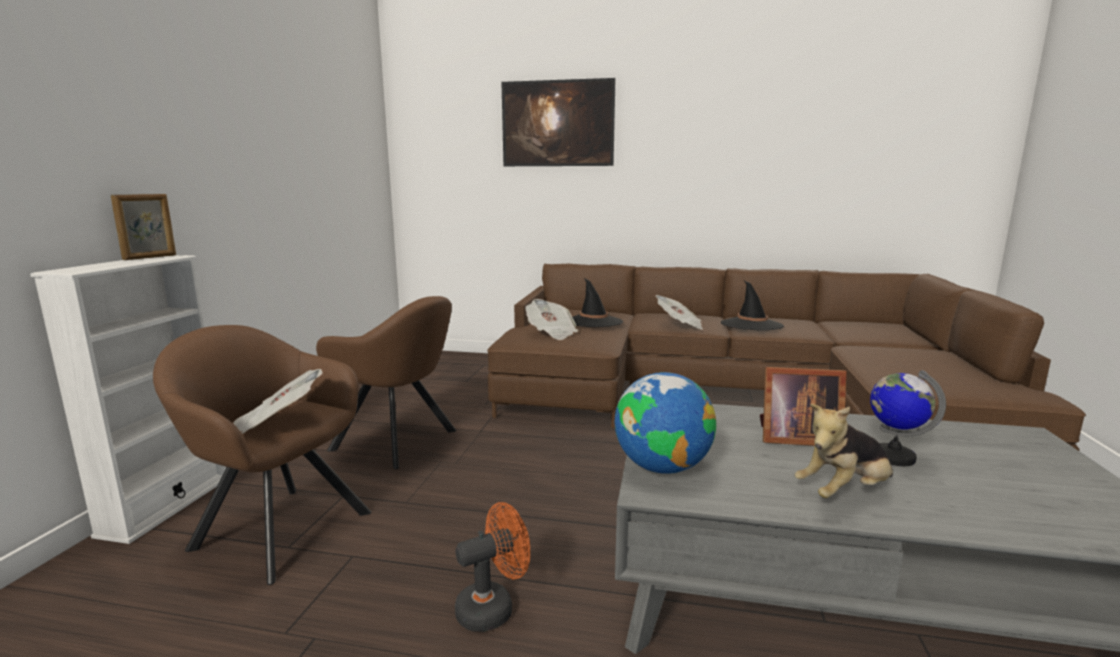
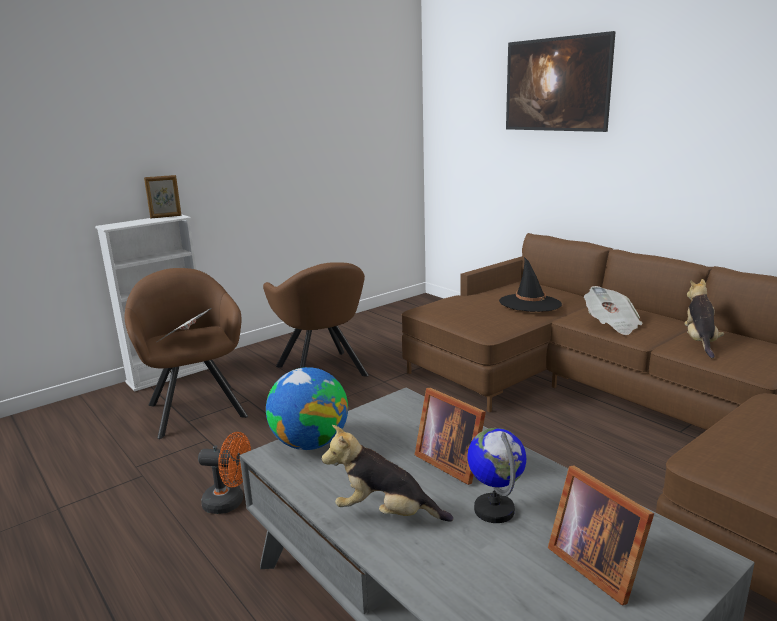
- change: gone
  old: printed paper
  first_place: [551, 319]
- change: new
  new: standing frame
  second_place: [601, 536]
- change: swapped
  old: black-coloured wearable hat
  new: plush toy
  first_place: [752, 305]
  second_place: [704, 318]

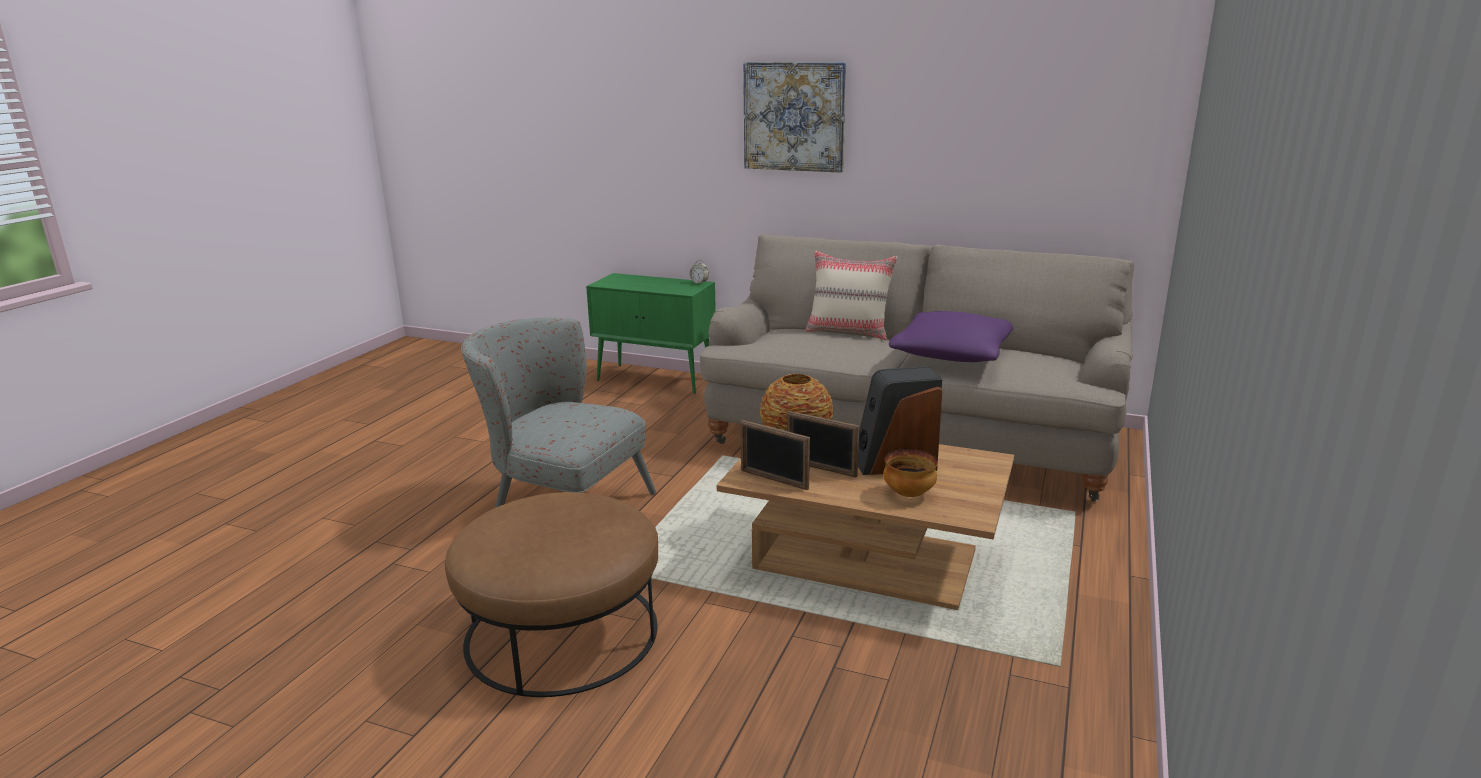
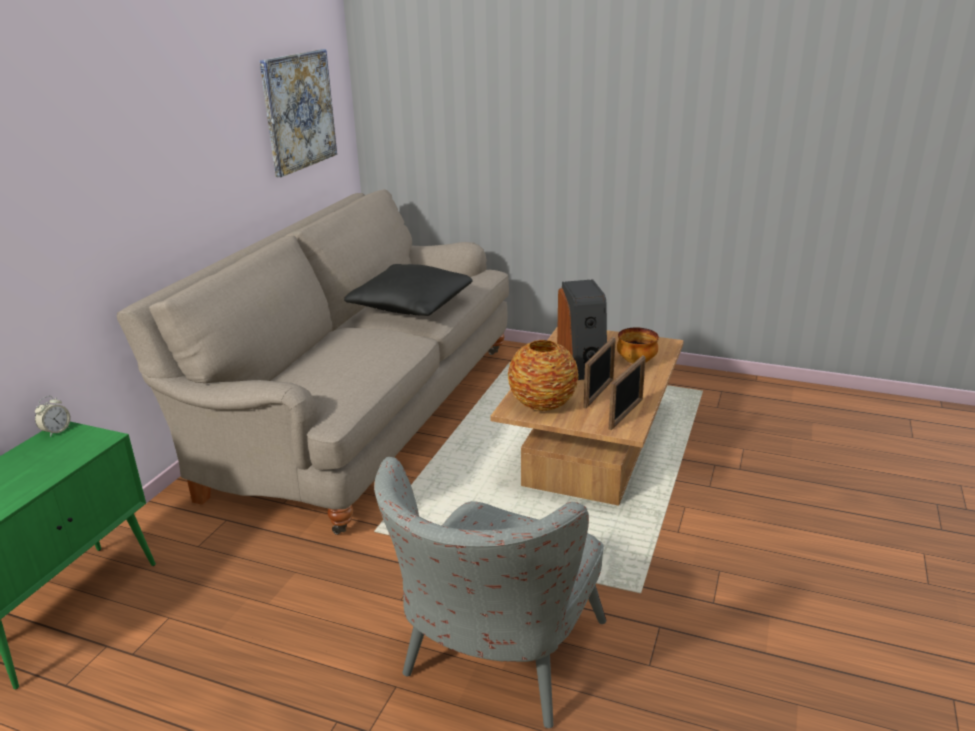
- change: gone
  old: brownish pouffe
  first_place: [551, 594]
- change: gone
  old: sand-coloured throw pillow
  first_place: [851, 295]
- change: shifted
  old: wall picture
  first_place: [794, 117]
  second_place: [298, 113]
- change: repainted
  old: purple throw pillow
  new: black-coloured throw pillow
  first_place: [951, 336]
  second_place: [408, 290]

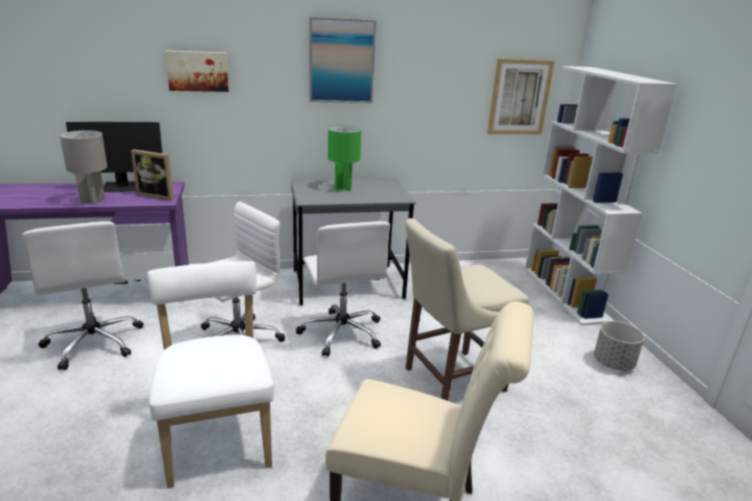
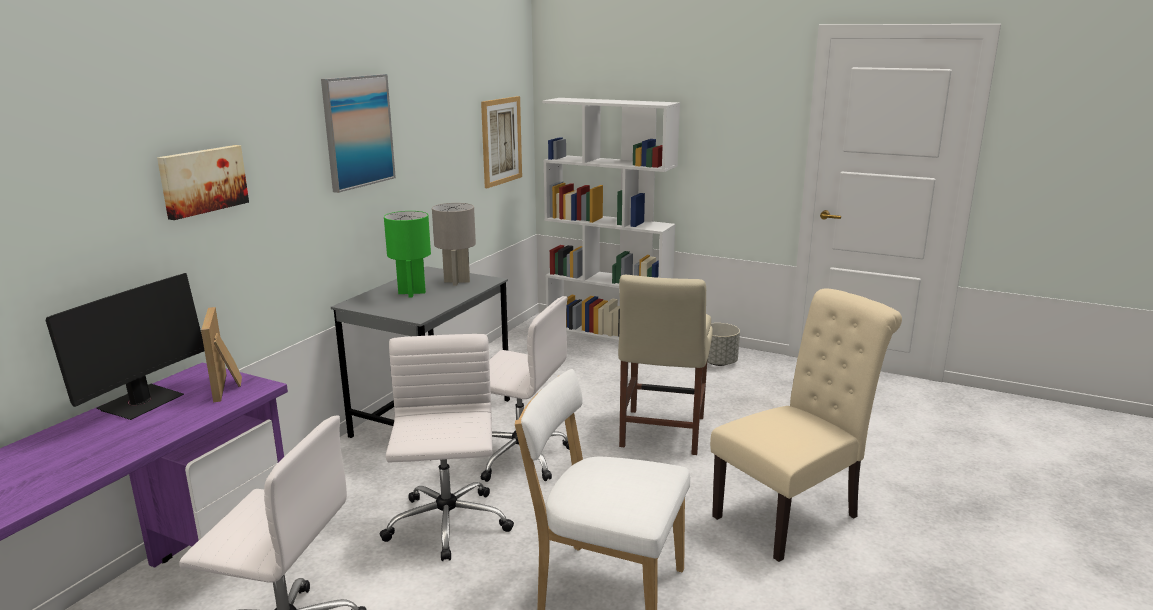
- change: shifted
  old: grey table lamp
  first_place: [83, 167]
  second_place: [454, 244]
- change: rotated
  old: standing frame
  first_place: [152, 175]
  second_place: [221, 354]
  degrees: 105

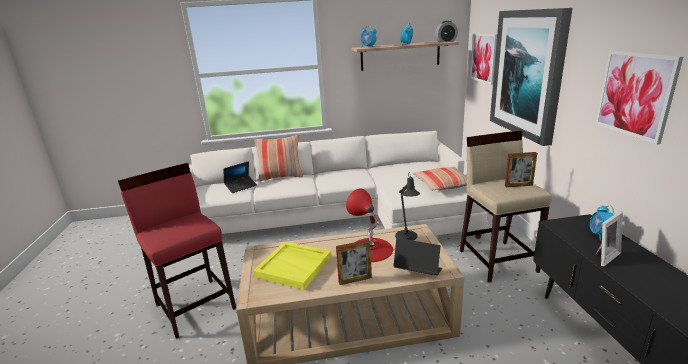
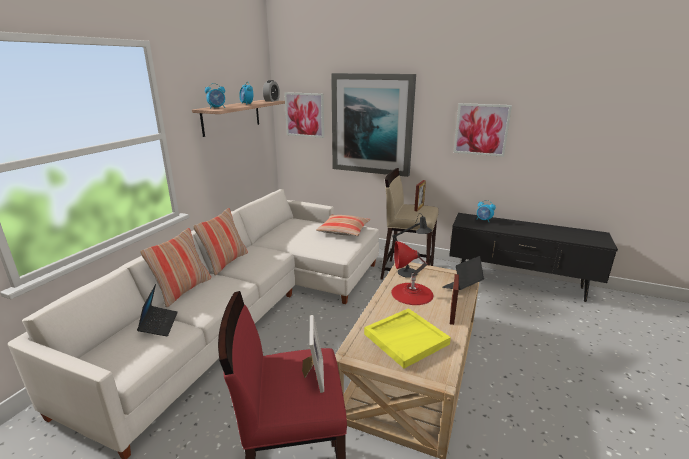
- change: new
  new: throw pillow
  second_place: [220, 241]
- change: shifted
  old: standing frame
  first_place: [609, 238]
  second_place: [313, 354]

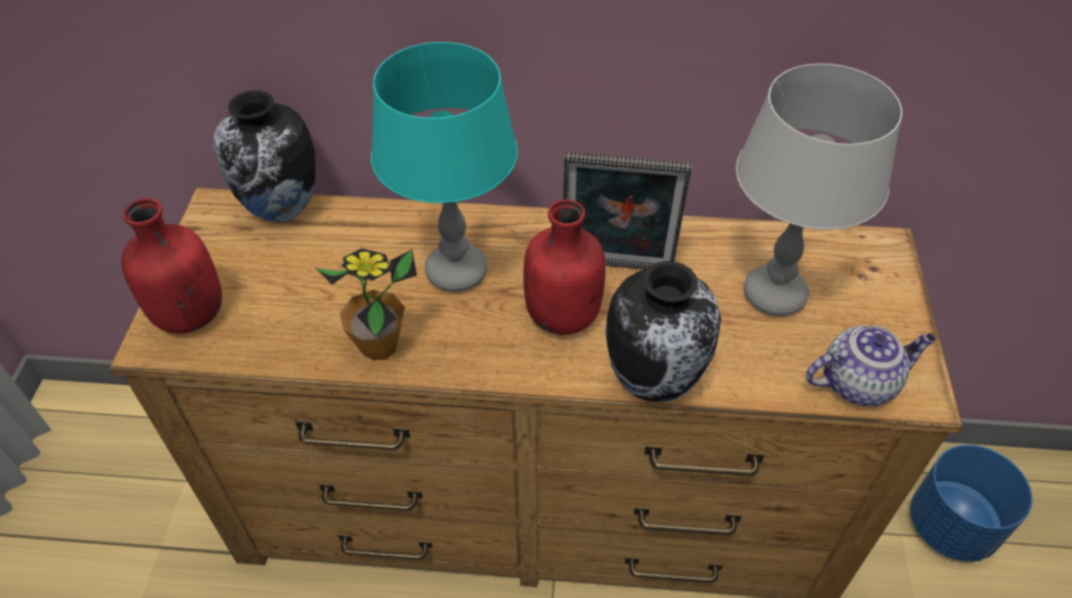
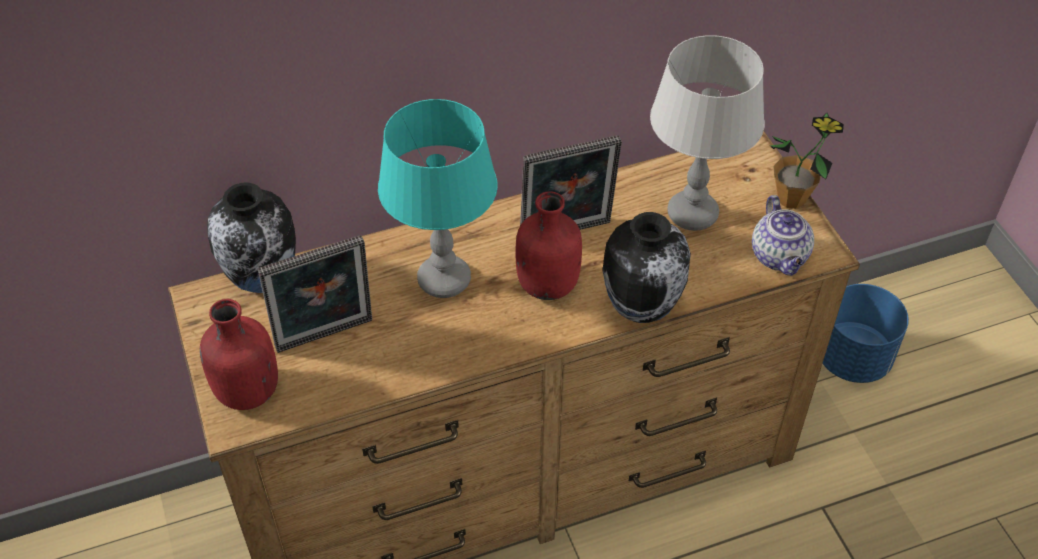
- change: new
  new: standing frame
  second_place: [315, 294]
- change: shifted
  old: houseplant
  first_place: [365, 304]
  second_place: [807, 161]
- change: rotated
  old: tea pot
  first_place: [871, 365]
  second_place: [783, 235]
  degrees: 120

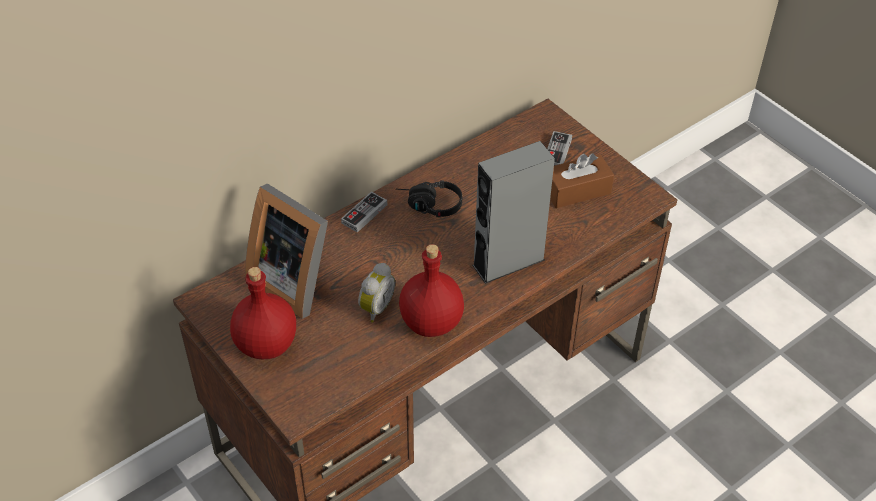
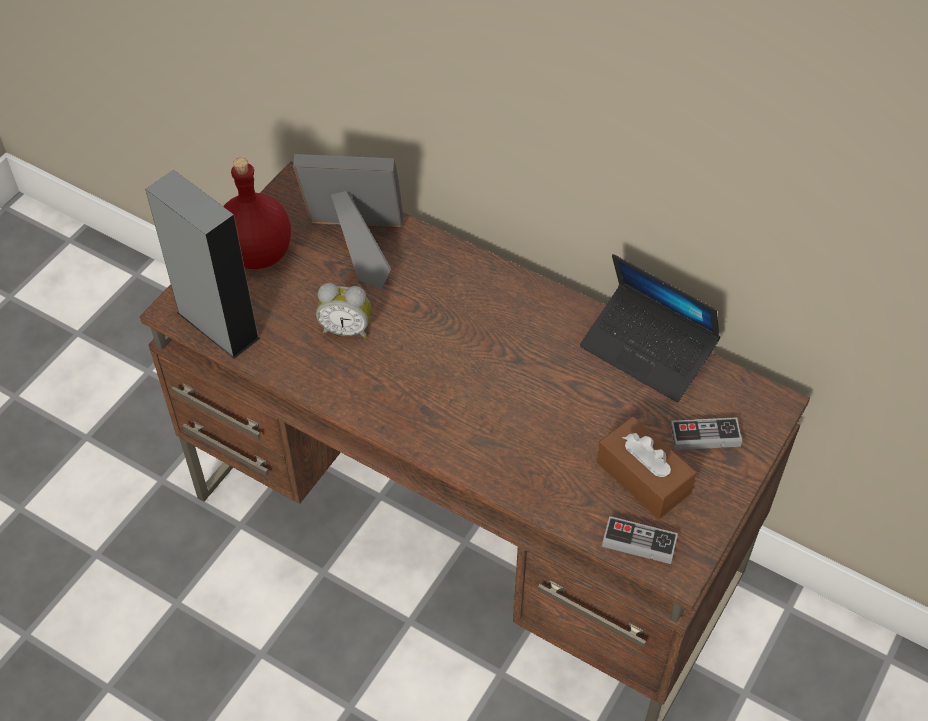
- change: gone
  old: black-coloured pair of headphones
  first_place: [429, 198]
- change: gone
  old: red-coloured beverage bottle
  first_place: [431, 290]
- change: new
  new: laptop
  second_place: [650, 328]
- change: shifted
  old: joypad
  first_place: [364, 212]
  second_place: [640, 540]
- change: shifted
  old: grey speaker
  first_place: [513, 212]
  second_place: [202, 264]
- change: rotated
  old: standing frame
  first_place: [286, 251]
  second_place: [348, 222]
  degrees: 75

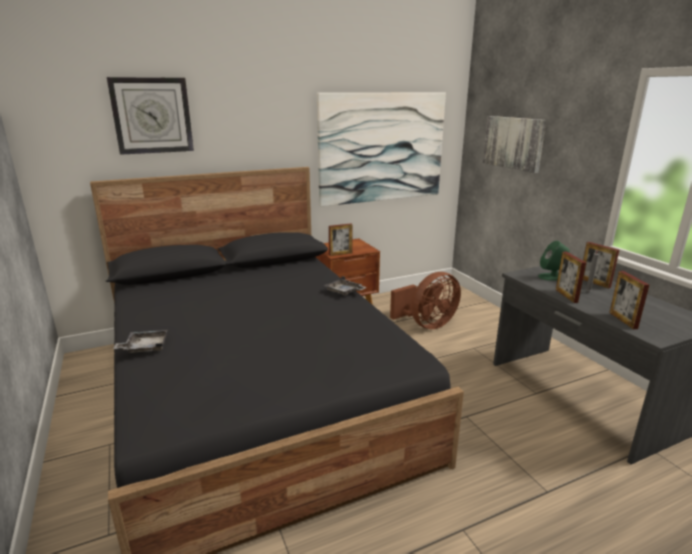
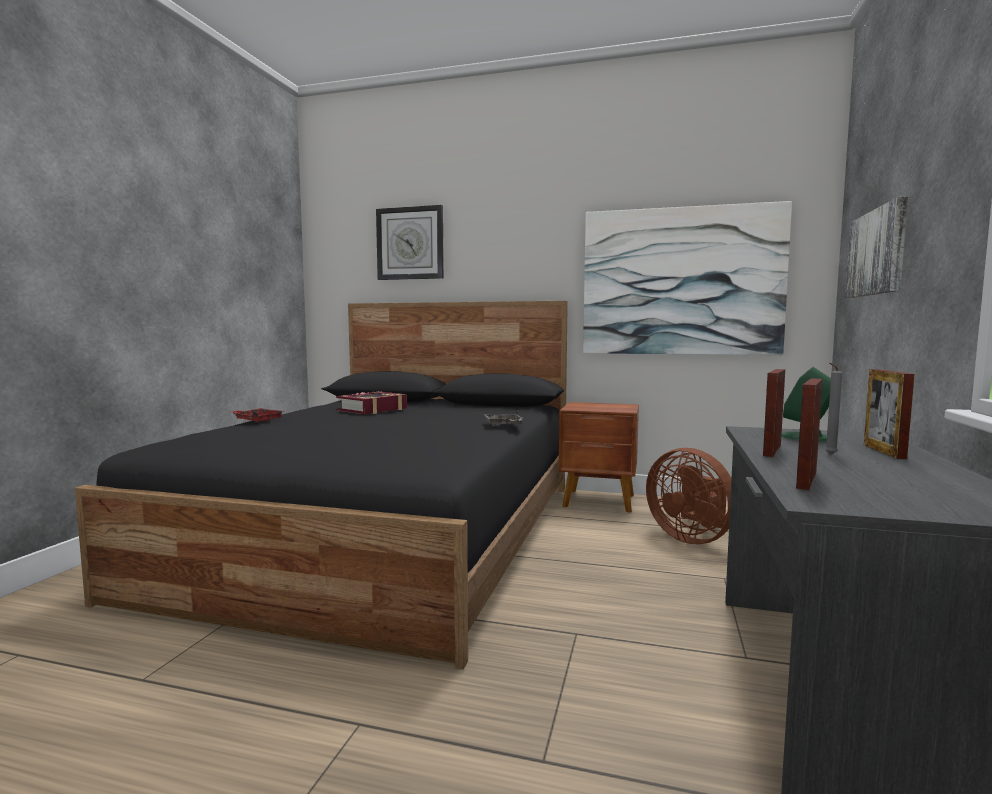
- change: gone
  old: standing frame
  first_place: [341, 240]
- change: new
  new: book
  second_place: [371, 402]
- change: repainted
  old: grey tray
  new: red-coloured tray
  first_place: [140, 341]
  second_place: [258, 415]
- change: rotated
  old: brownish cooling fan
  first_place: [425, 300]
  second_place: [689, 496]
  degrees: 45

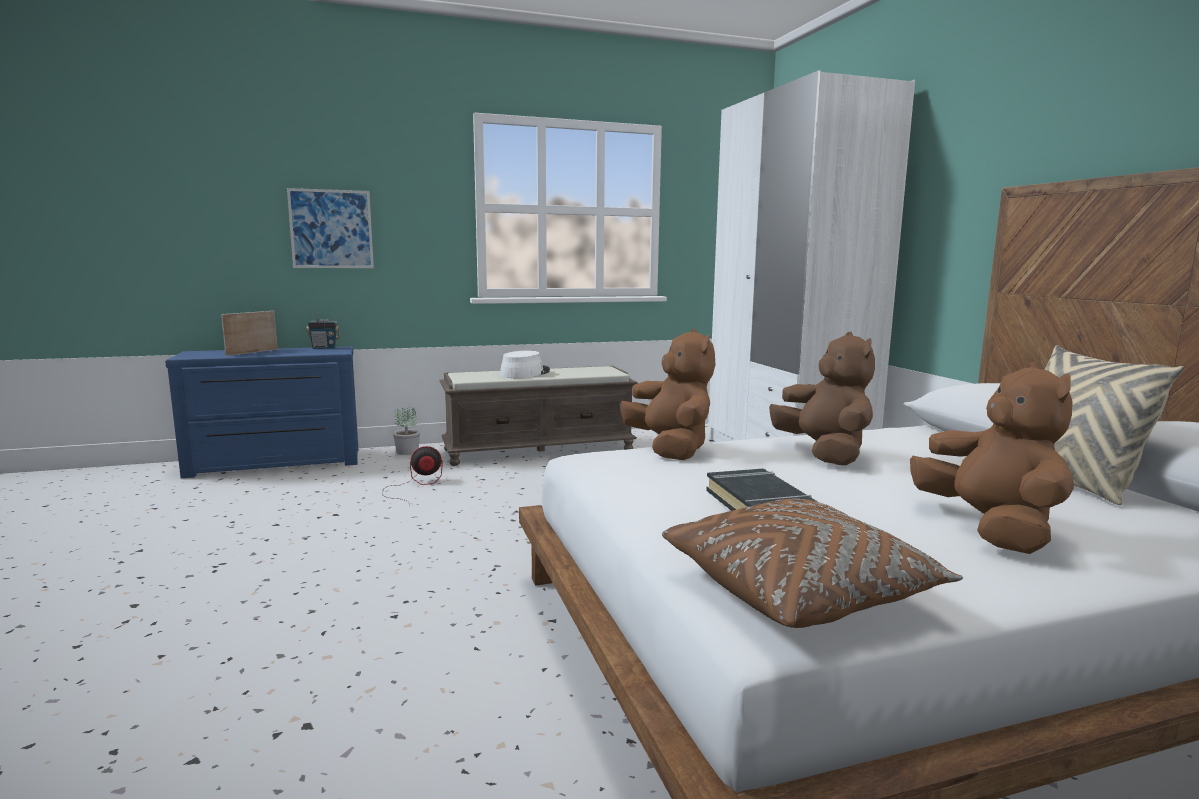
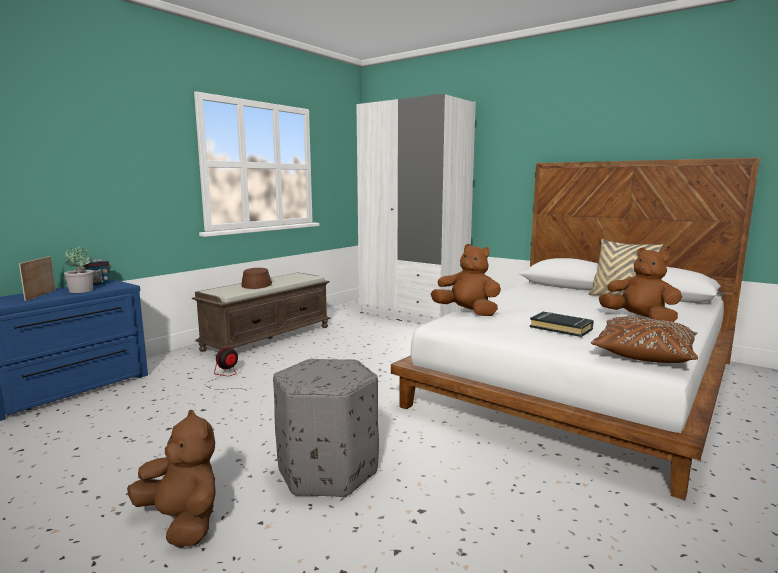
- change: gone
  old: wall picture
  first_place: [330, 228]
- change: new
  new: grey pouffe
  second_place: [326, 428]
- change: shifted
  old: houseplant
  first_place: [406, 431]
  second_place: [78, 270]
- change: shifted
  old: brownish plush toy
  first_place: [822, 398]
  second_place: [171, 478]
- change: repainted
  old: whitish wearable hat
  new: brownish wearable hat
  first_place: [525, 364]
  second_place: [256, 278]

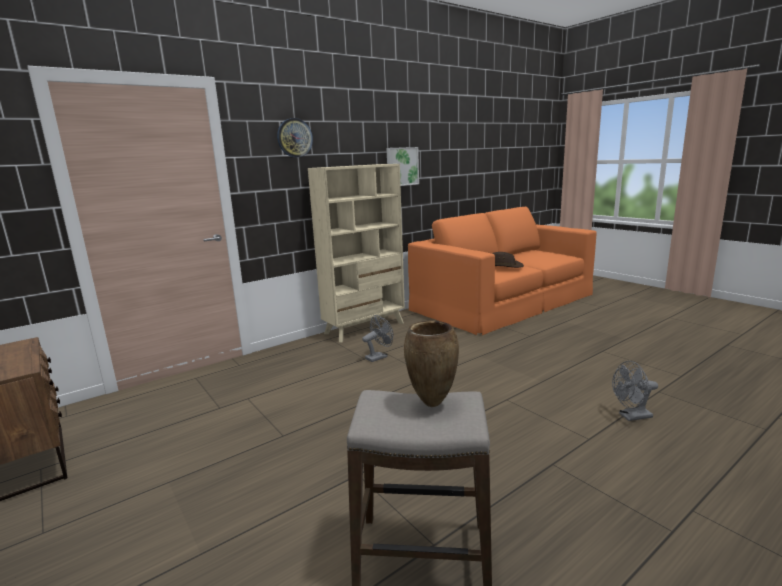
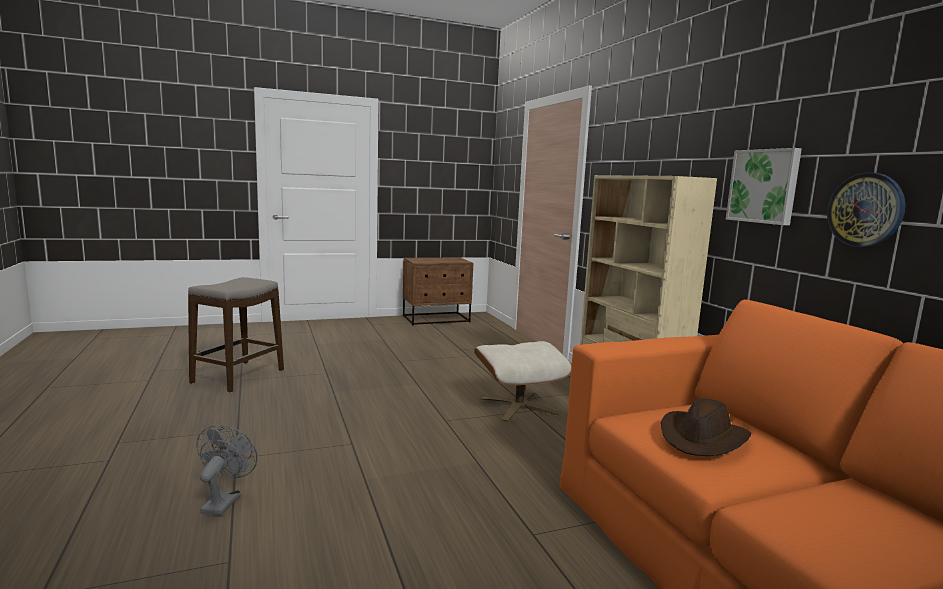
- change: gone
  old: brownish decorative vase
  first_place: [431, 364]
- change: shifted
  old: hanging clock
  first_place: [295, 137]
  second_place: [866, 209]
- change: swapped
  old: grey cooling fan
  new: sand-coloured pouffe
  first_place: [377, 338]
  second_place: [523, 381]

